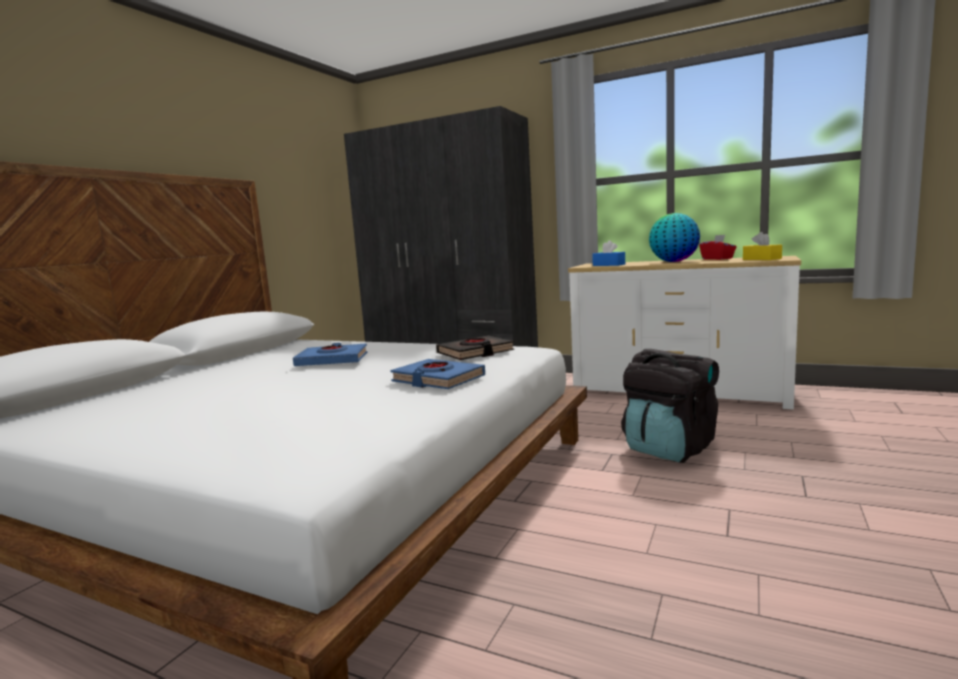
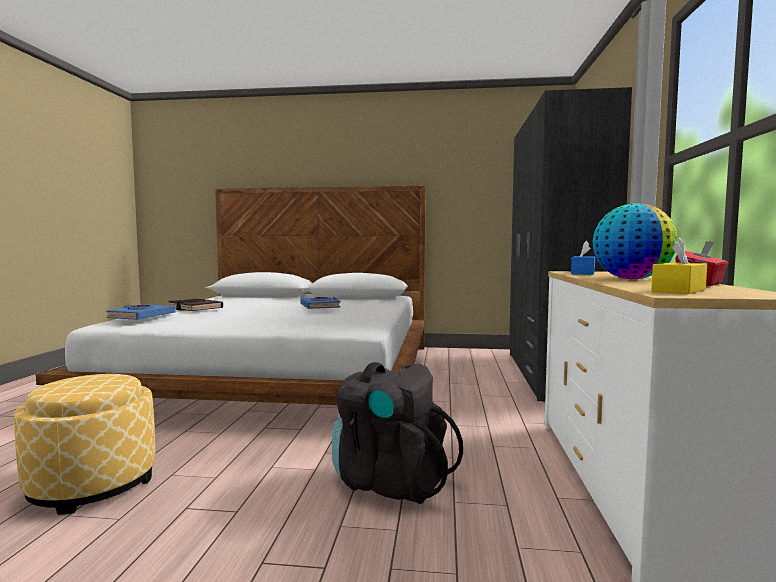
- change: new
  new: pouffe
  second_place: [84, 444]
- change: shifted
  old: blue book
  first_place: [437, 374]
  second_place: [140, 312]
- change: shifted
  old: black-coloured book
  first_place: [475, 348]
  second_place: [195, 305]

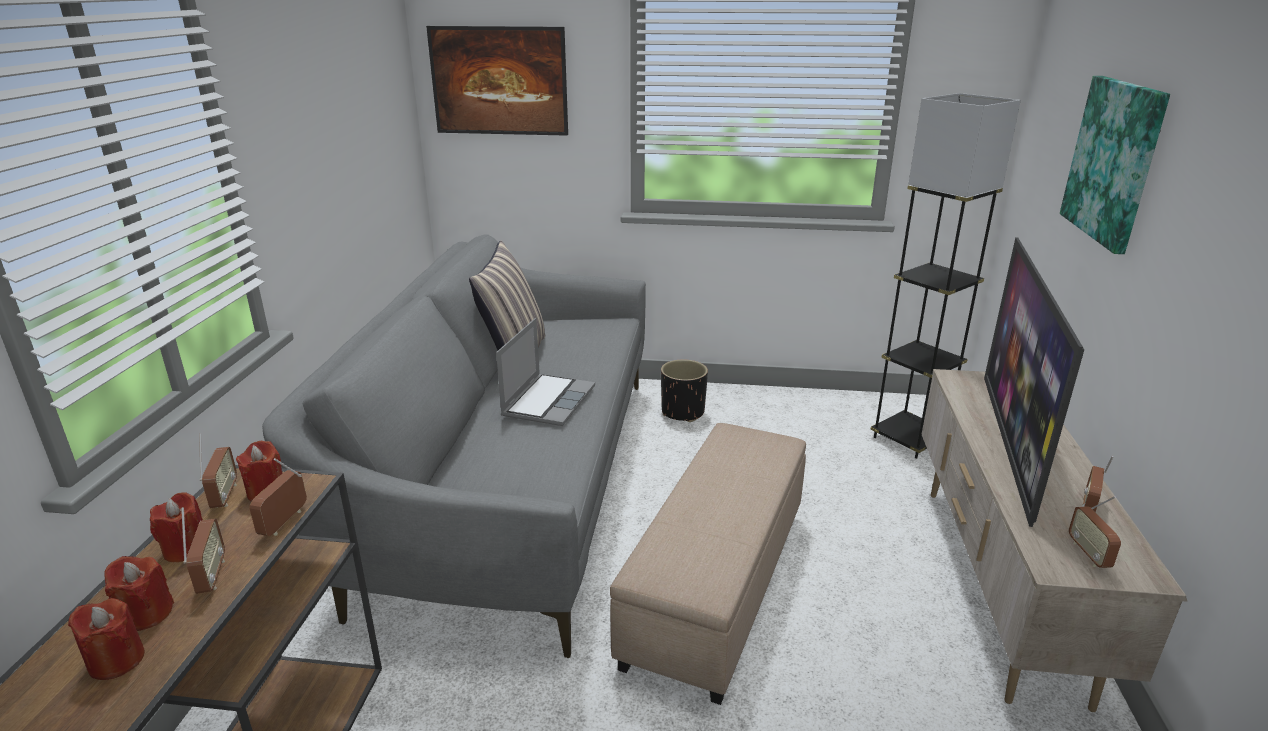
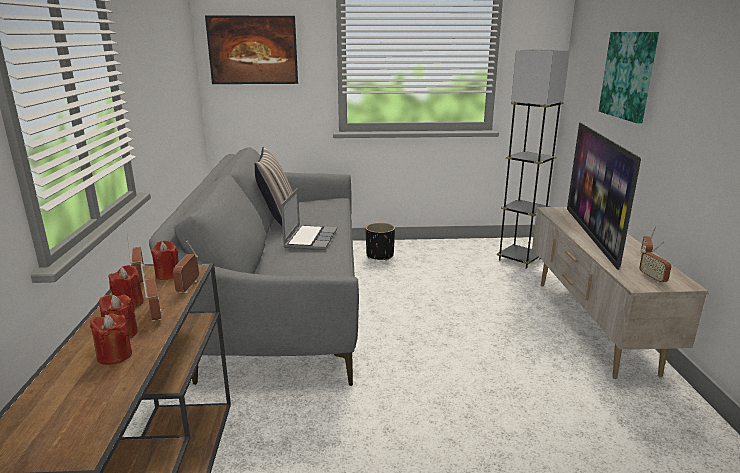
- change: gone
  old: sand-coloured pouffe
  first_place: [708, 564]

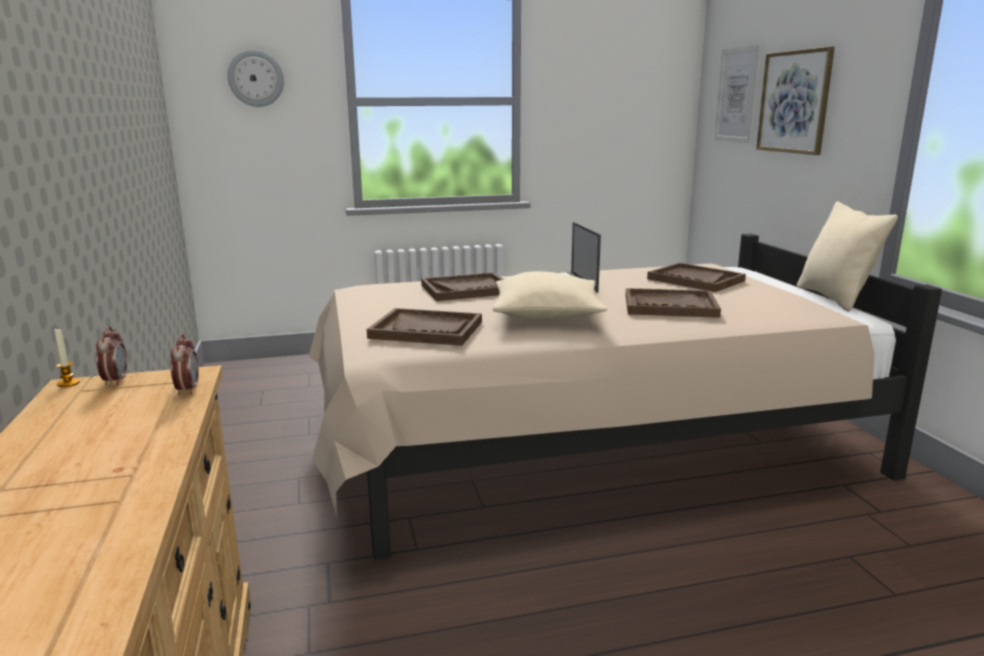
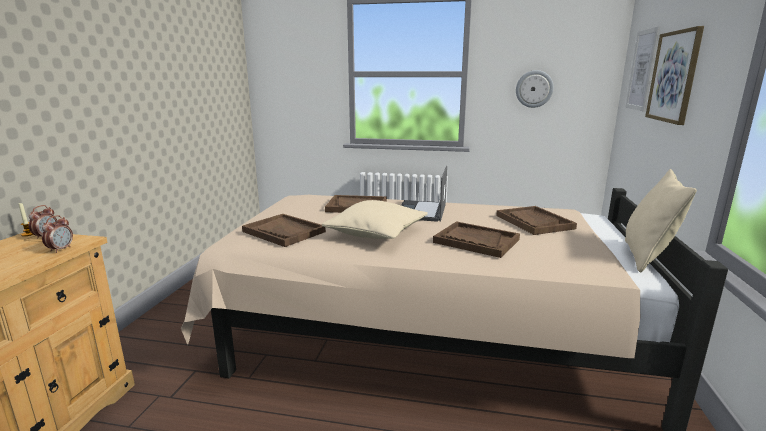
- change: shifted
  old: hanging clock
  first_place: [255, 78]
  second_place: [535, 89]

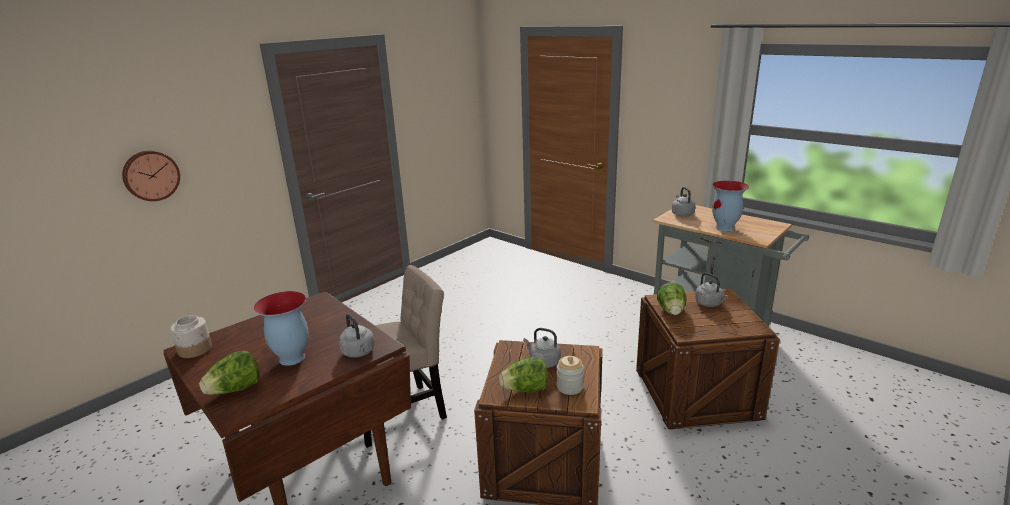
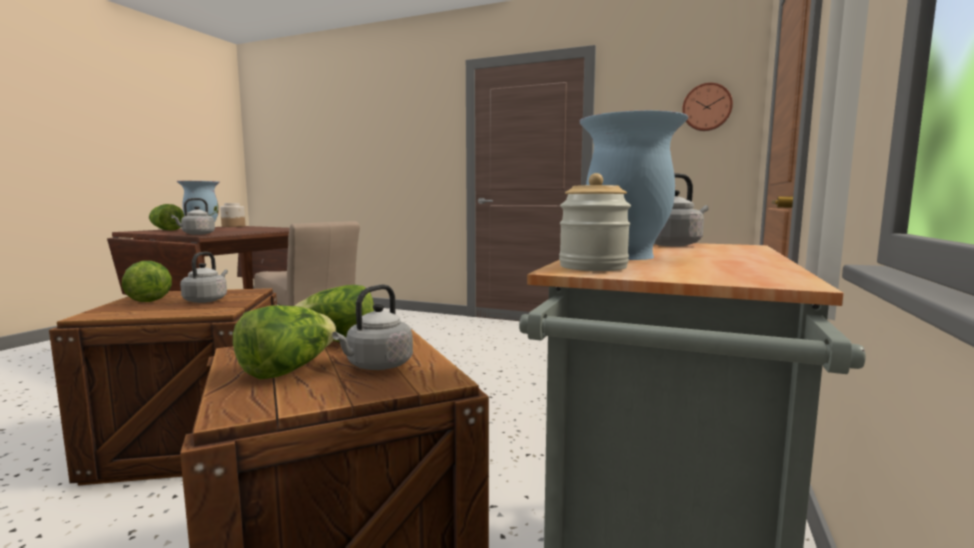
- change: new
  new: head of lettuce
  second_place: [284, 342]
- change: shifted
  old: hanging clock
  first_place: [151, 176]
  second_place: [707, 107]
- change: shifted
  old: storage jar
  first_place: [570, 375]
  second_place: [595, 222]

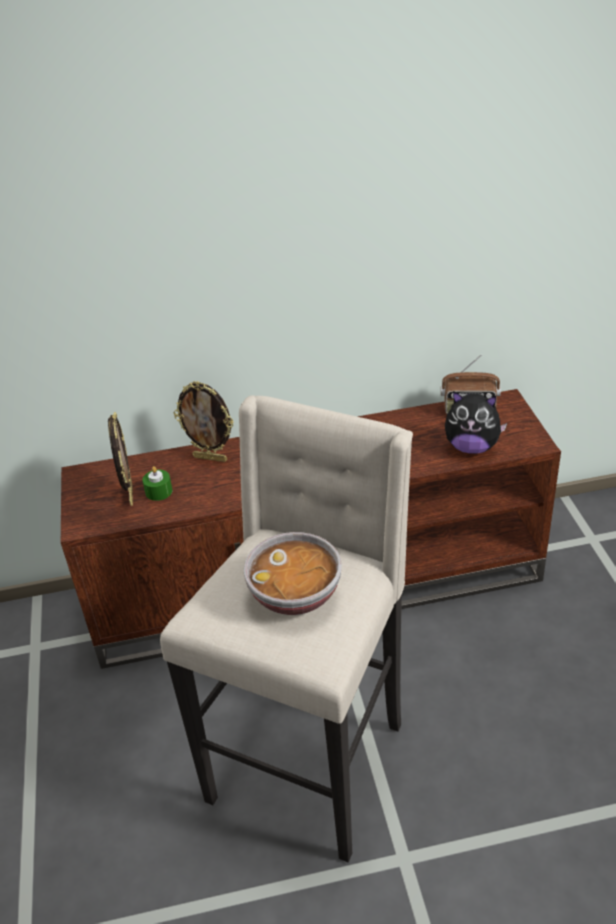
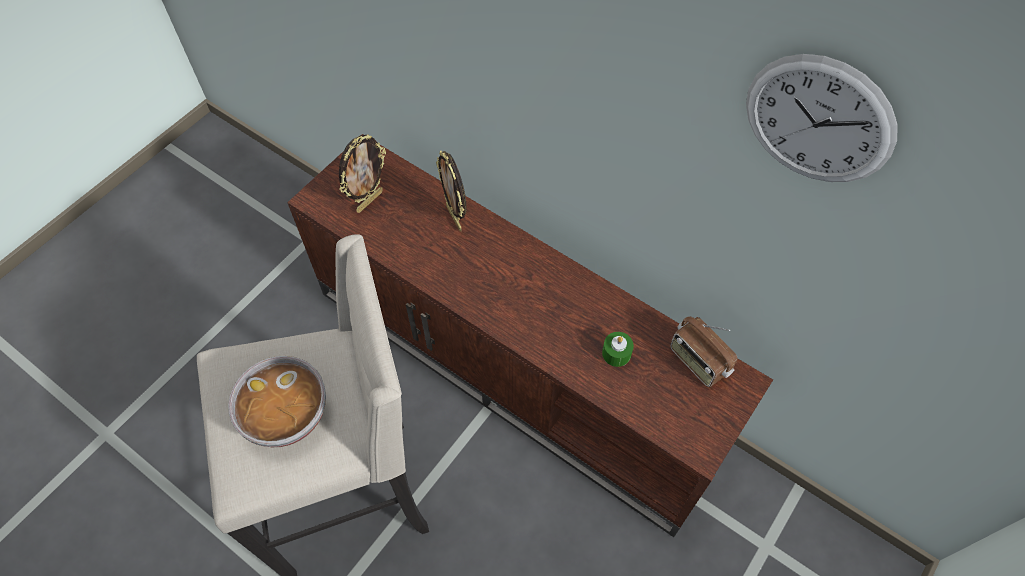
- change: gone
  old: plush toy
  first_place: [476, 422]
- change: new
  new: hanging clock
  second_place: [822, 118]
- change: shifted
  old: greenish candle
  first_place: [157, 483]
  second_place: [618, 349]

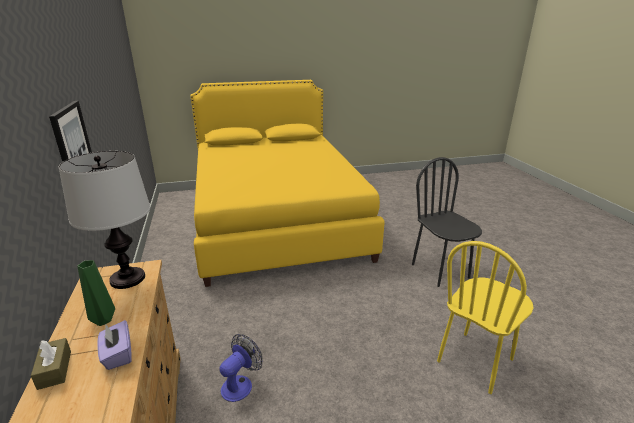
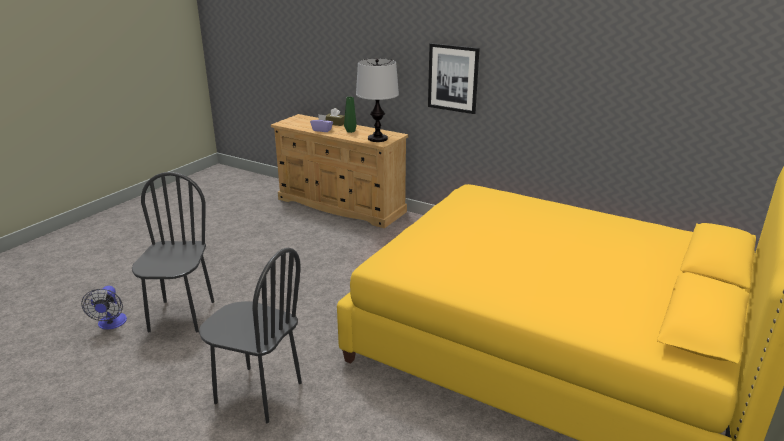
- change: shifted
  old: cooling fan
  first_place: [241, 368]
  second_place: [104, 308]
- change: repainted
  old: yellowish chair
  new: black-coloured chair
  first_place: [485, 317]
  second_place: [173, 252]

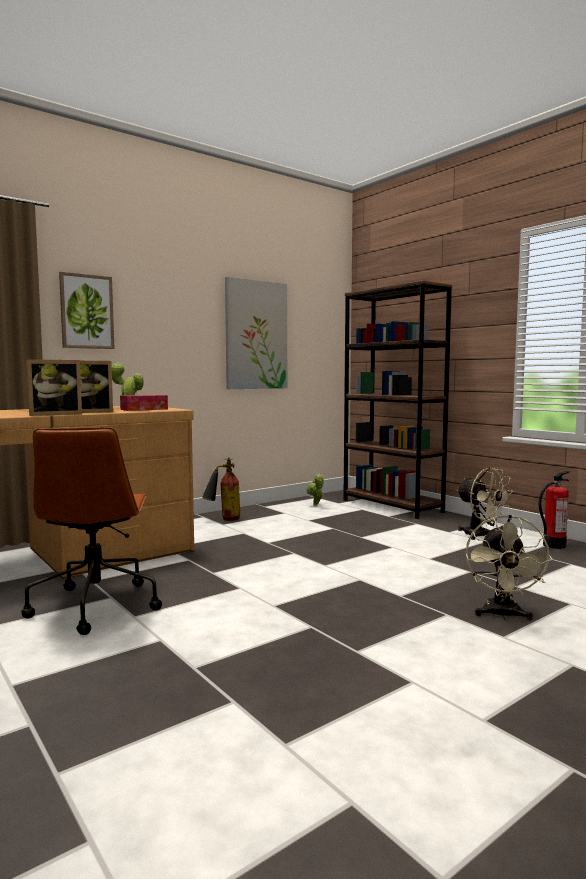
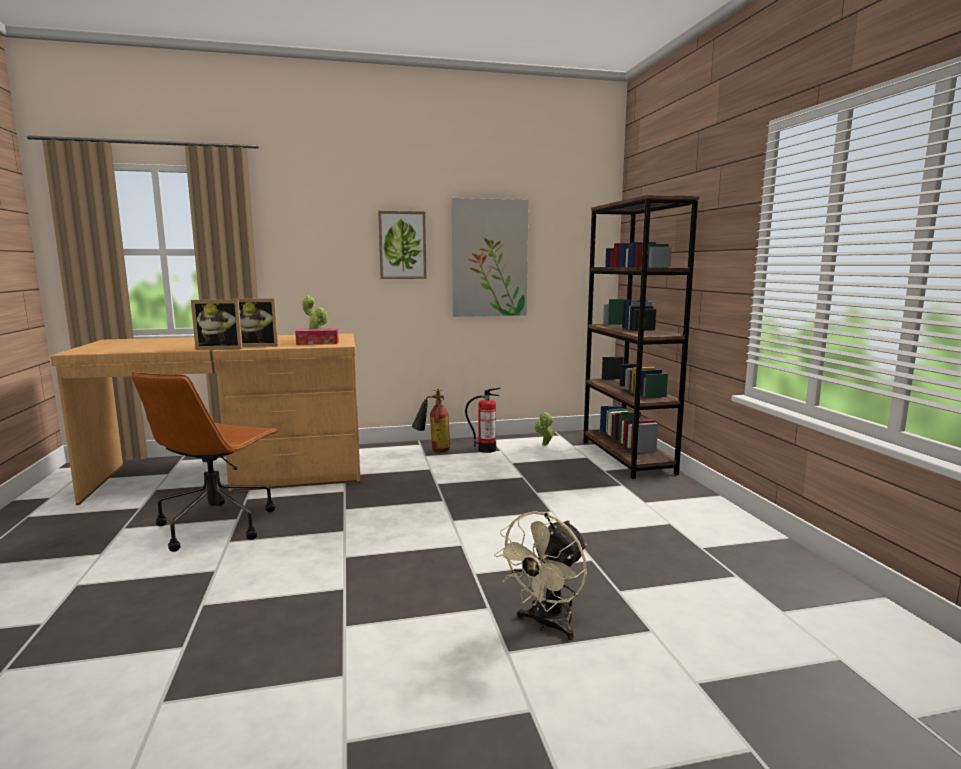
- change: gone
  old: sand-coloured cooling fan
  first_place: [484, 503]
- change: shifted
  old: wall picture
  first_place: [86, 310]
  second_place: [402, 245]
- change: shifted
  old: fire-fighting cylinder
  first_place: [554, 510]
  second_place: [483, 420]

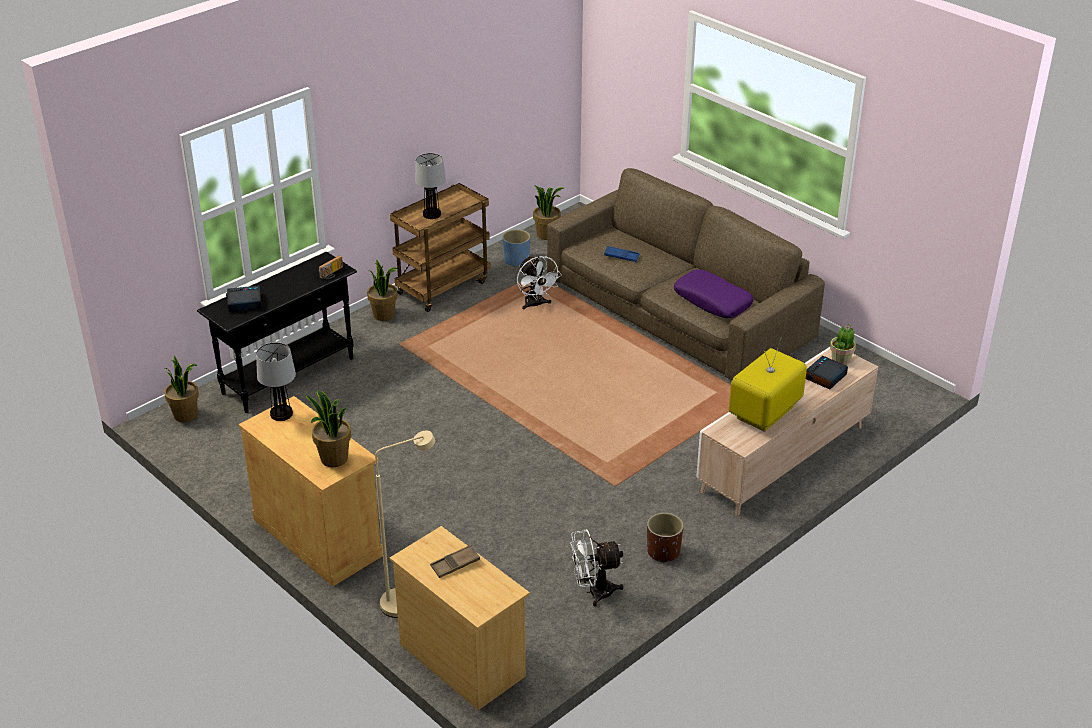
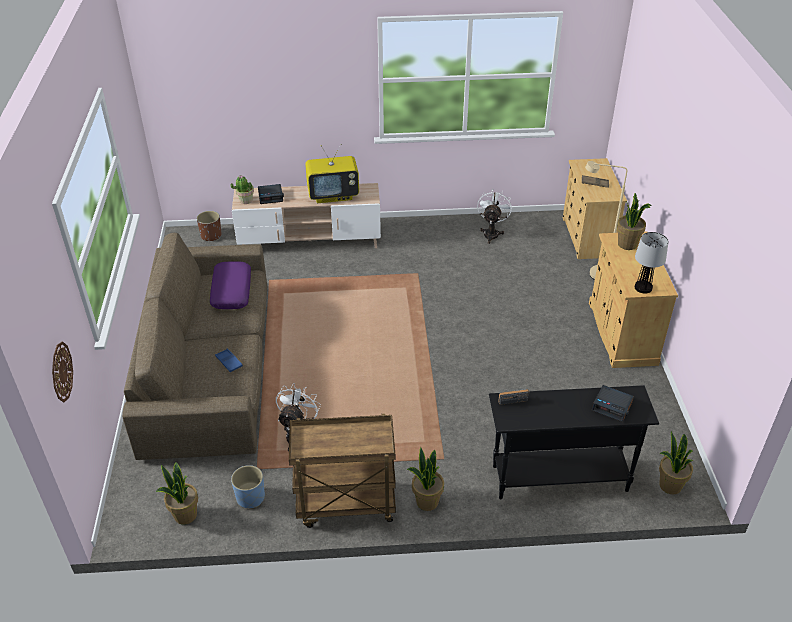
- change: gone
  old: table lamp
  first_place: [430, 186]
- change: new
  new: hanging clock
  second_place: [62, 371]
- change: shifted
  old: brownish plant pot
  first_place: [665, 538]
  second_place: [209, 226]
- change: rotated
  old: whitish cooling fan
  first_place: [597, 567]
  second_place: [494, 216]
  degrees: -105

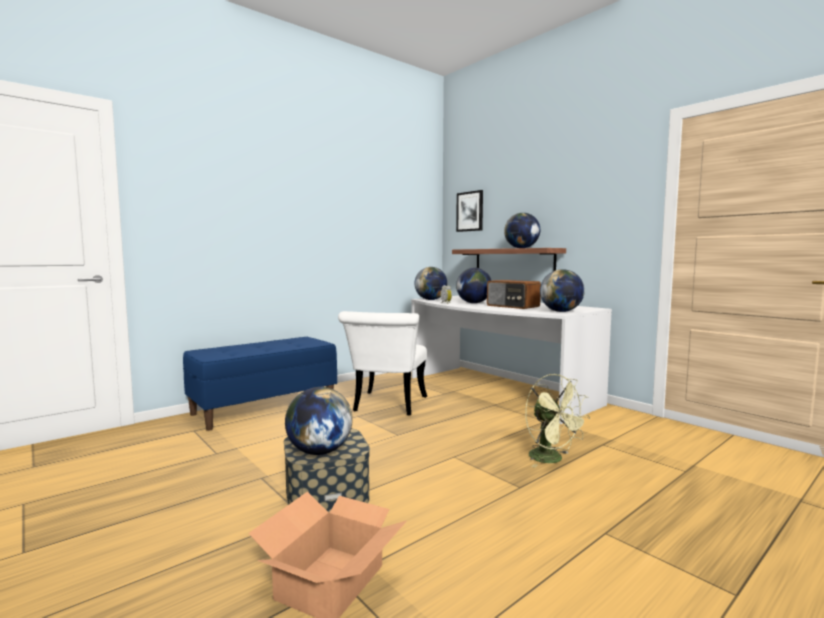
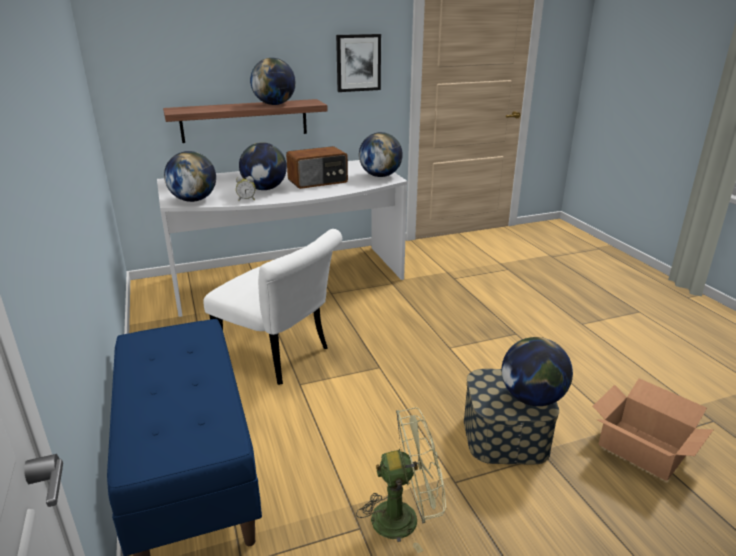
- change: shifted
  old: wall picture
  first_place: [469, 211]
  second_place: [358, 63]
- change: shifted
  old: greenish cooling fan
  first_place: [557, 421]
  second_place: [401, 480]

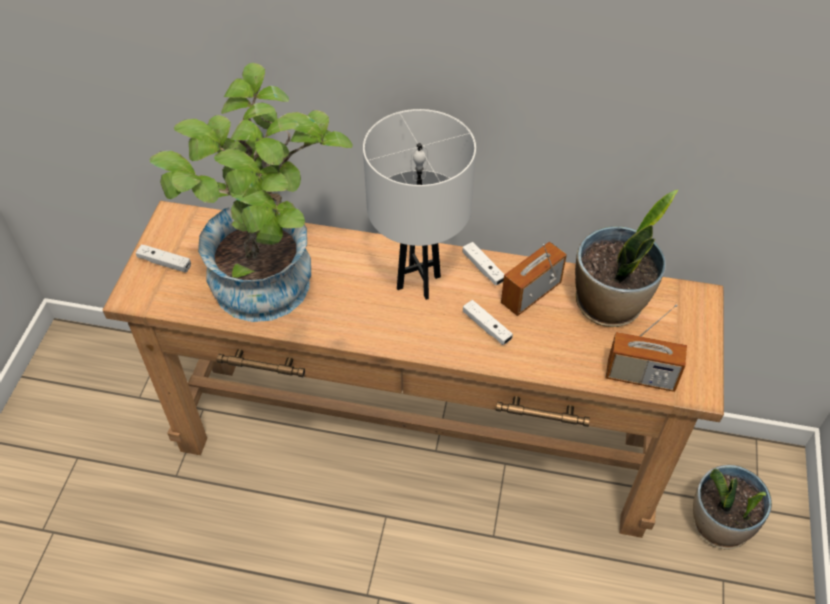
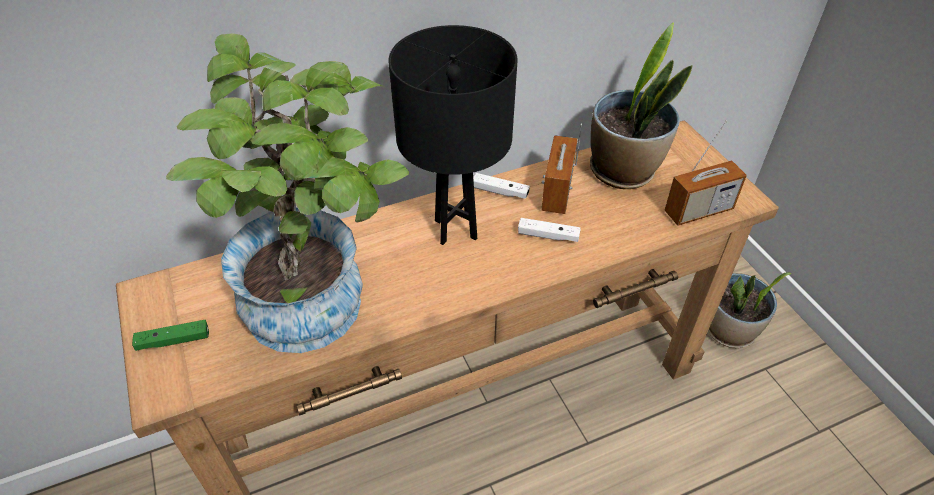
- change: repainted
  old: whitish joypad
  new: greenish joypad
  first_place: [163, 258]
  second_place: [170, 335]
- change: repainted
  old: whitish table lamp
  new: black-coloured table lamp
  first_place: [419, 204]
  second_place: [453, 135]

